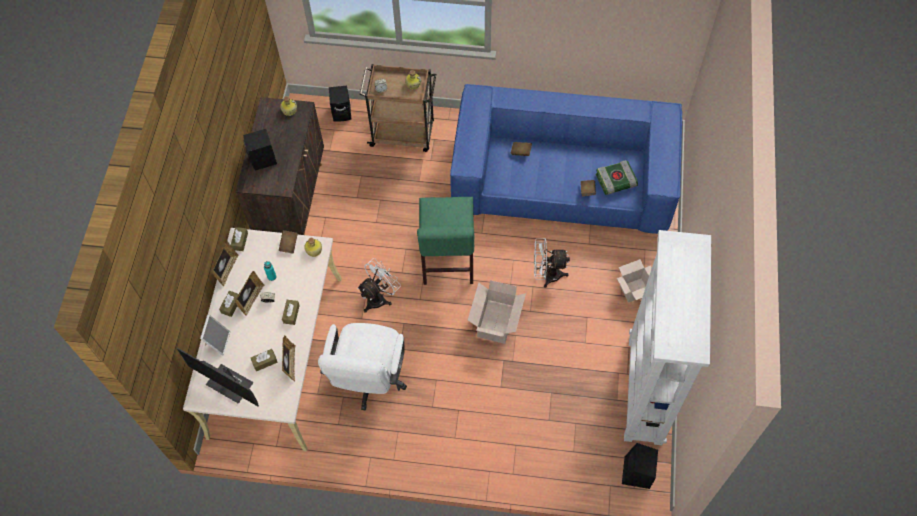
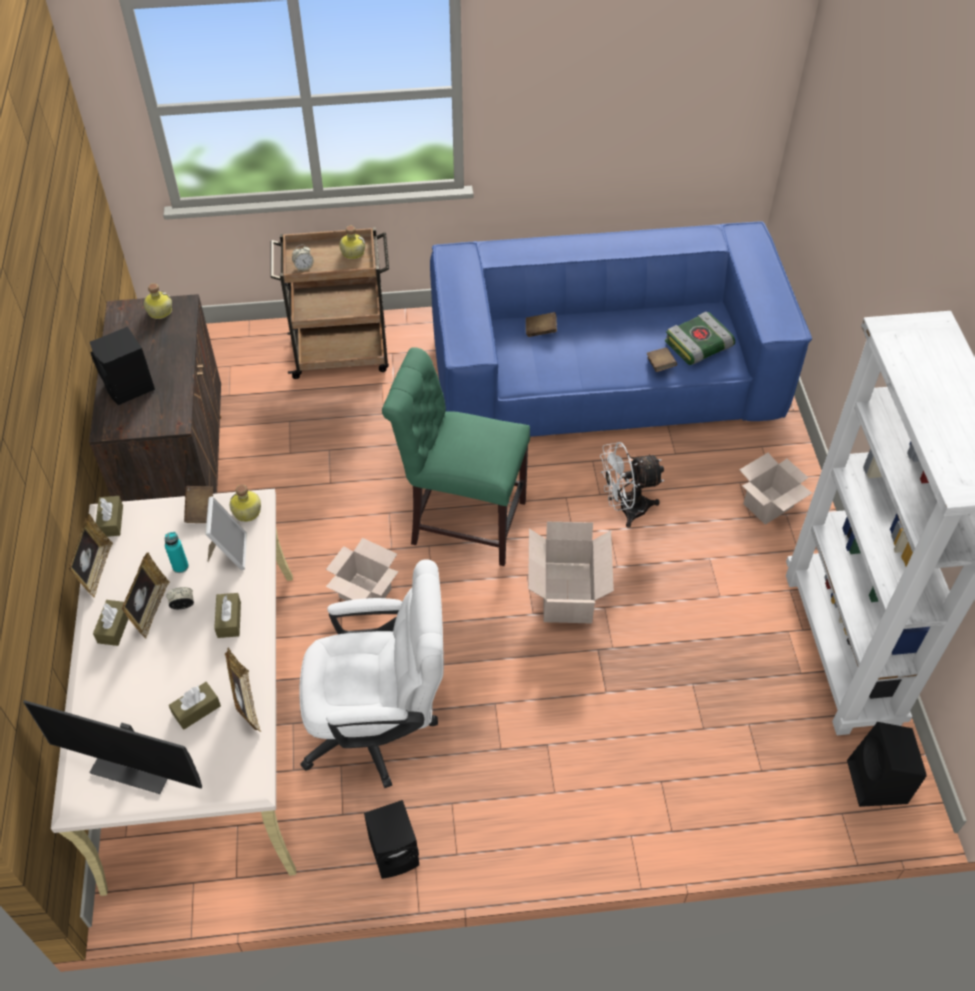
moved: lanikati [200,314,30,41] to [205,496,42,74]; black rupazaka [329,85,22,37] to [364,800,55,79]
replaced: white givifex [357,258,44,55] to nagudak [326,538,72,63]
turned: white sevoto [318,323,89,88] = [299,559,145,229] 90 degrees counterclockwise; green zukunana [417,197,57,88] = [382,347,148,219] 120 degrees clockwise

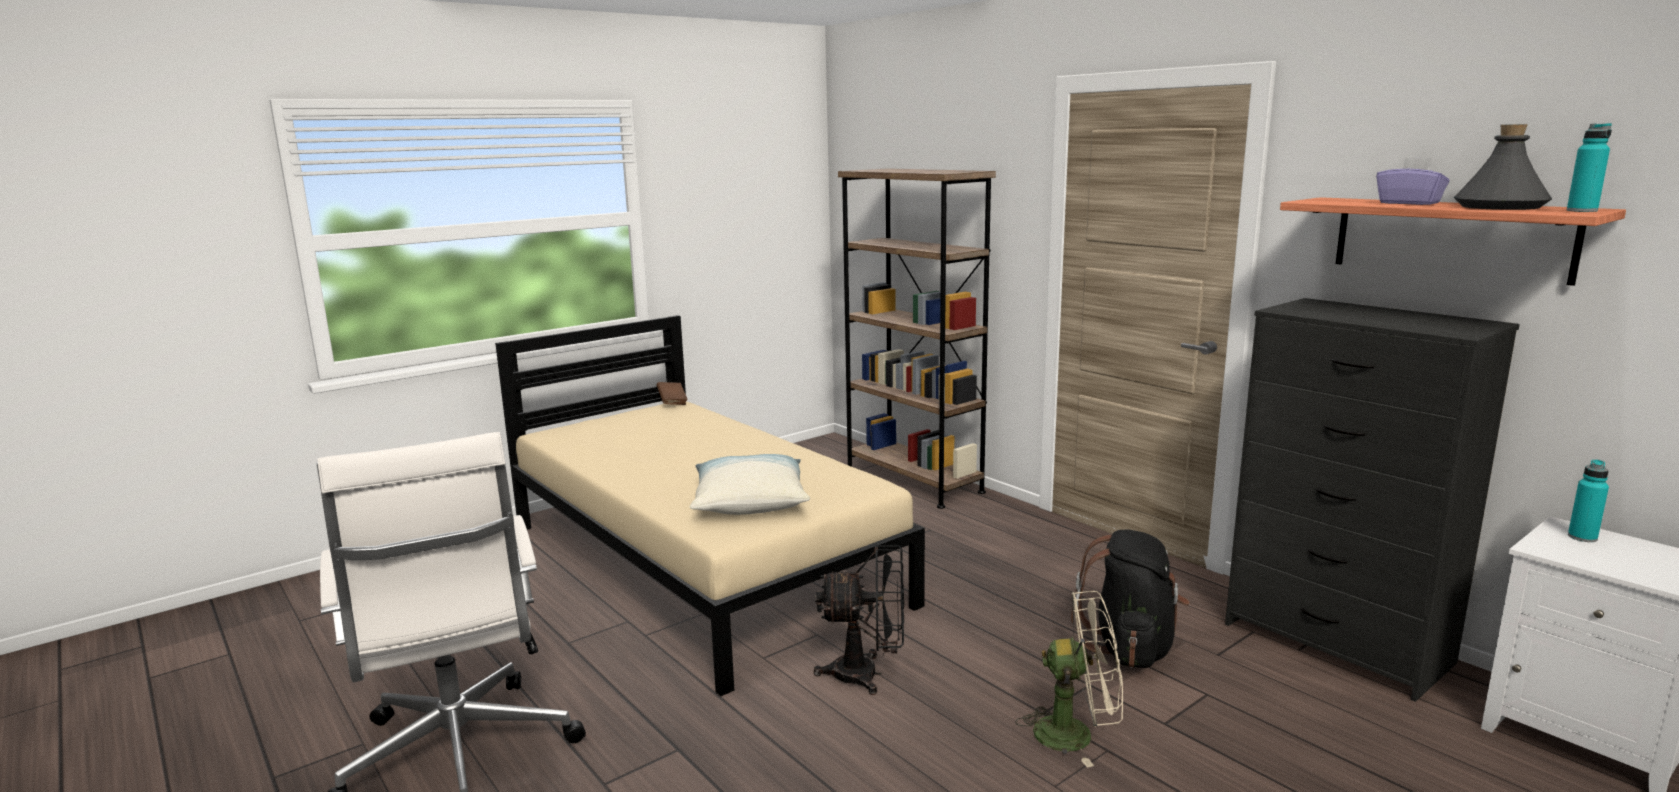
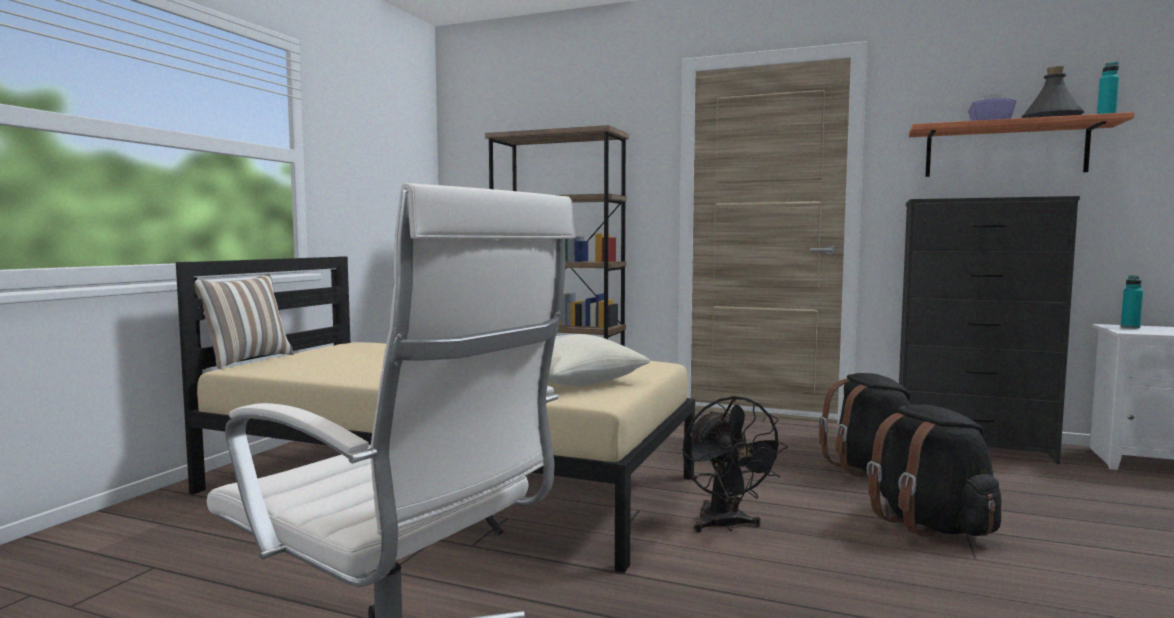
removed: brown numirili [657,382,31,23]
added: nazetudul [194,274,100,95]
replaced: beige givifex [1016,591,107,177] to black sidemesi [867,404,134,133]
turned: black givifex [814,544,90,151] = [683,396,105,137] 105 degrees clockwise

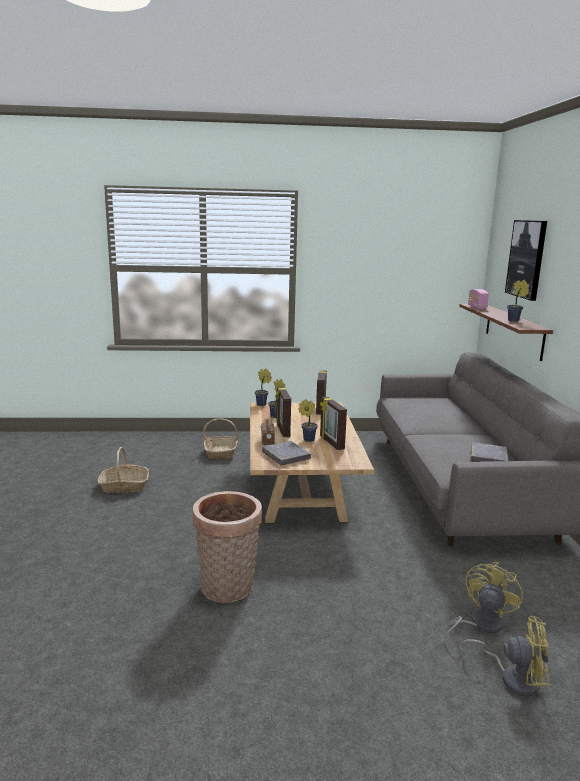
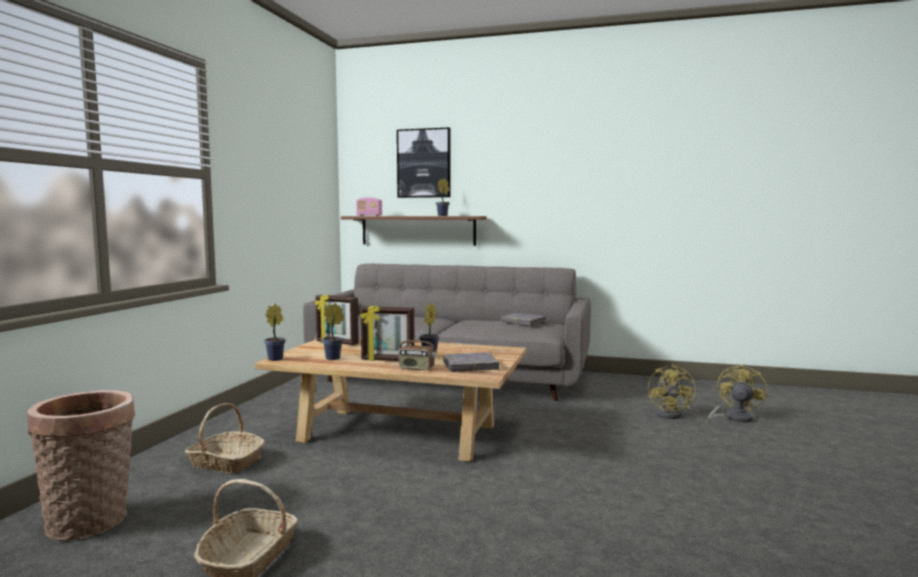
removed: lanikati [320,397,27,53]
moved: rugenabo [193,491,69,112] to [27,390,108,151]
turned: yellow givifex [443,562,80,77] = [648,364,48,55] 135 degrees counterclockwise

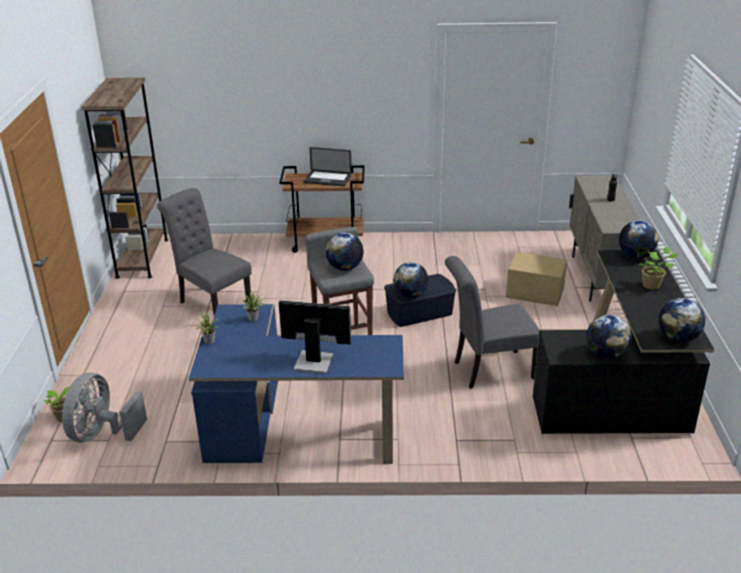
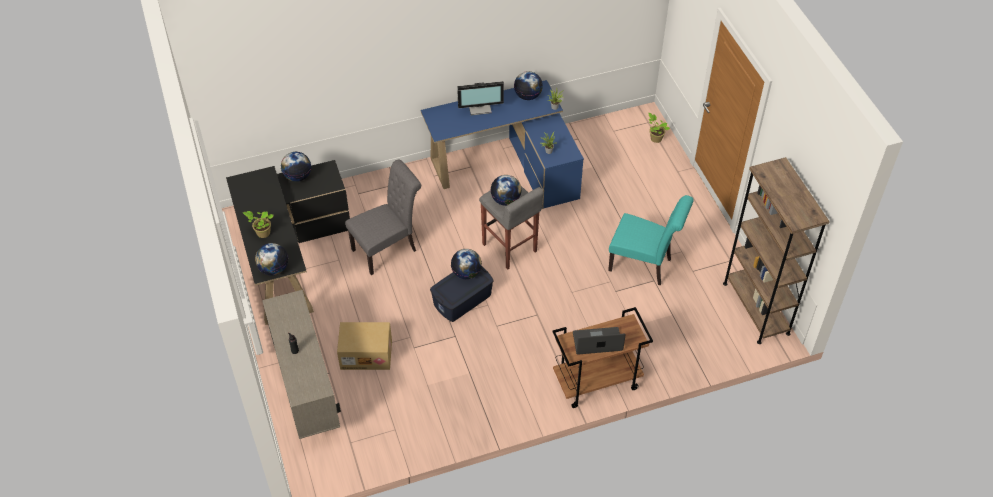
removed: grey givifex [62,373,85,69]
moved: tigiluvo [658,298,47,45] to [514,71,29,29]
recoloured: grey zukunana [157,188,95,127] to turquoise zukunana [608,195,86,91]

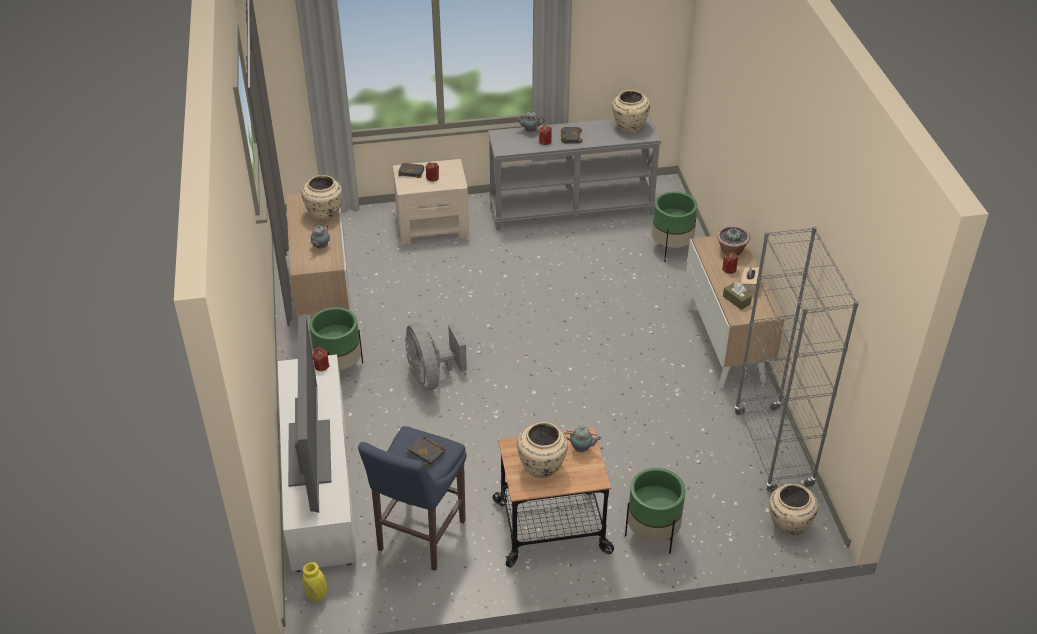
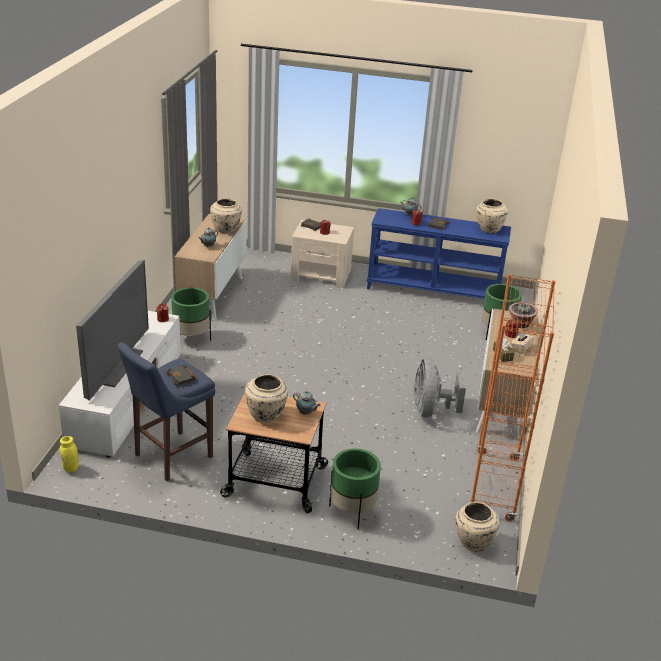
moved: grey givifex [405,323,62,68] to [414,358,52,60]
recoloured: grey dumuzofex [488,115,173,116] to blue dumuzofex [367,208,144,91]; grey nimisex [734,227,125,265] to orange nimisex [471,274,85,247]

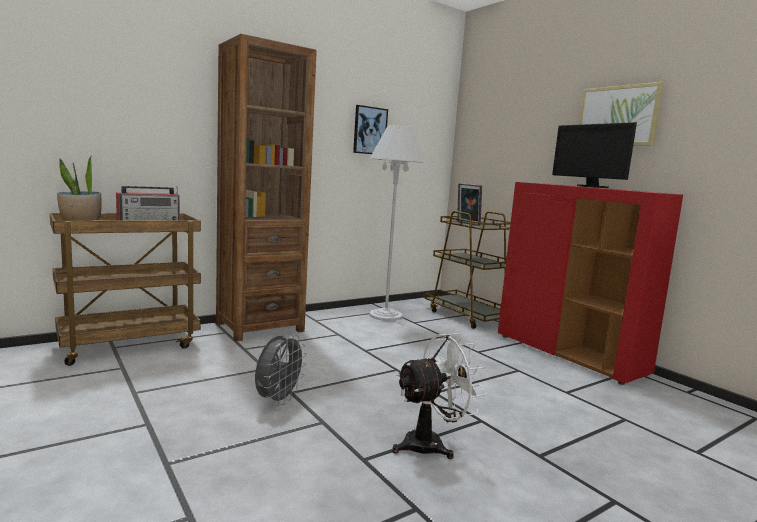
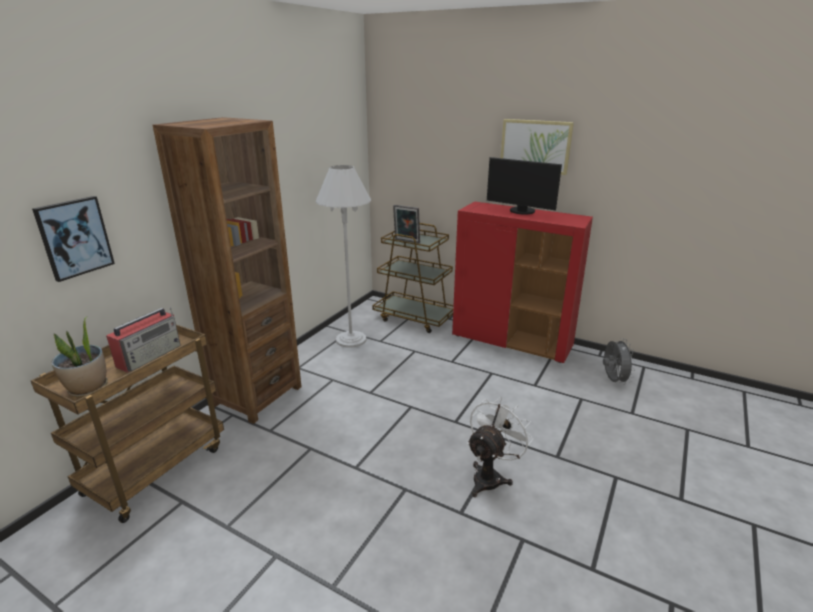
moved: grey givifex [255,334,52,72] to [603,338,33,47]; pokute [353,105,35,49] to [32,196,83,86]

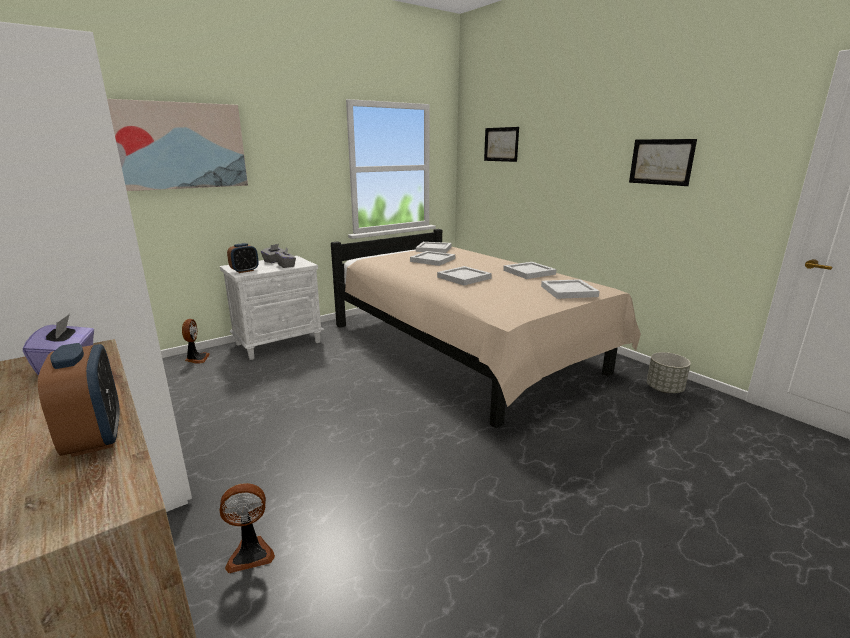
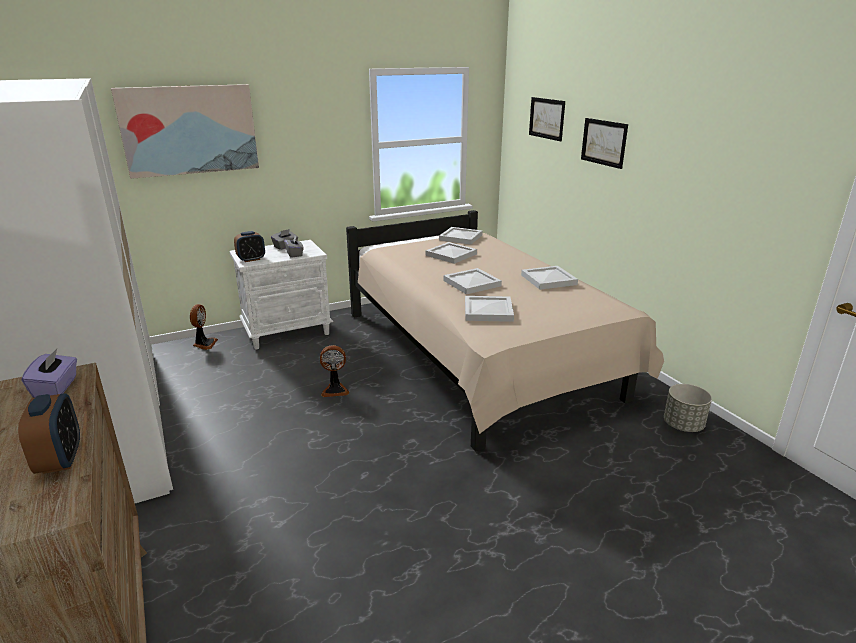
moved: givifex [219,483,56,90] to [320,345,30,52]; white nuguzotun [541,279,58,20] to [465,296,49,26]; pokute [629,139,68,47] to [581,118,47,51]

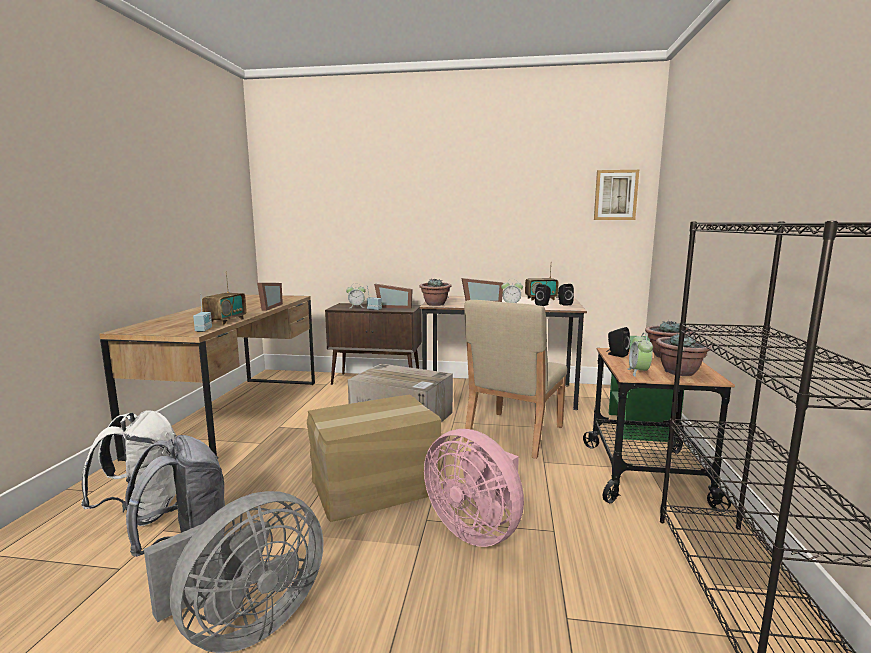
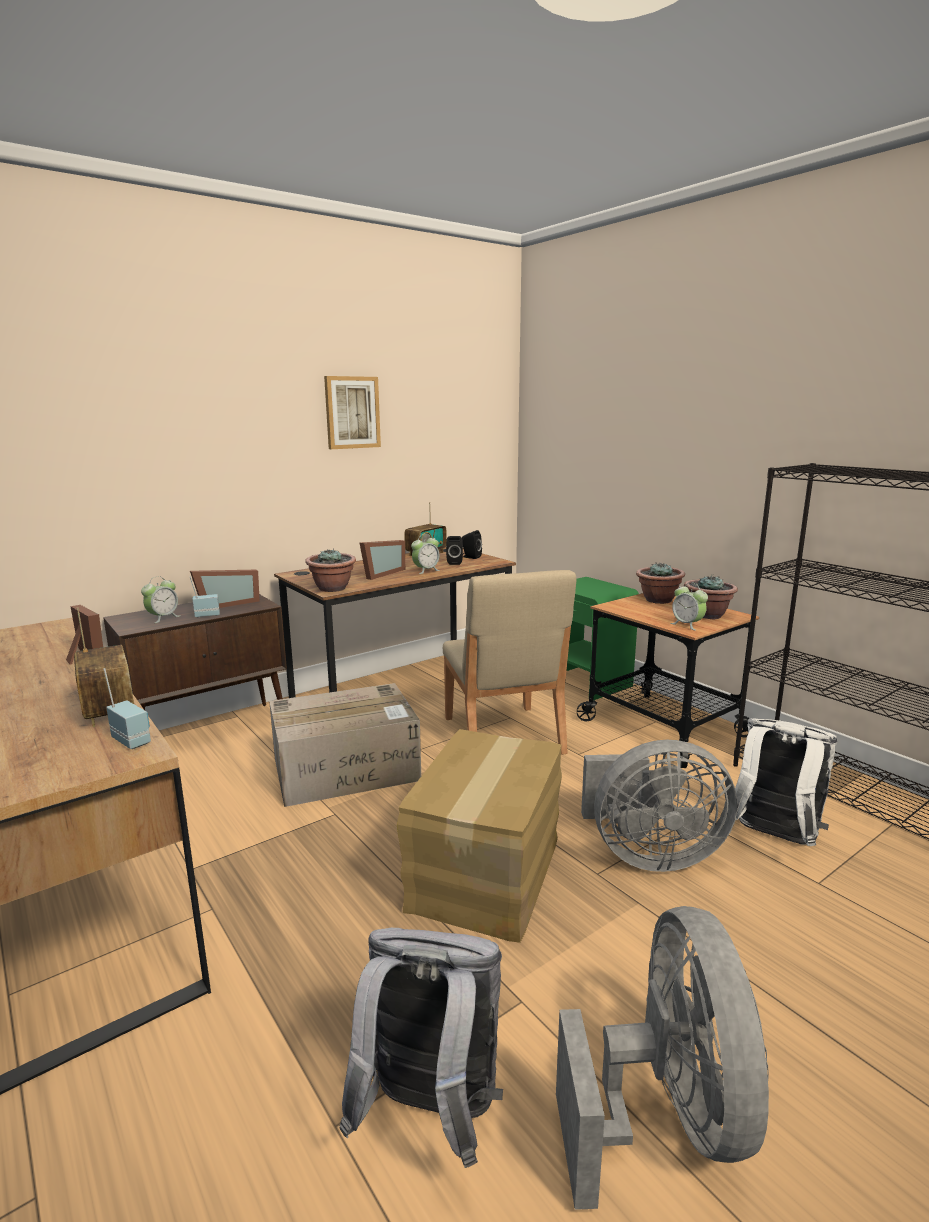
removed: black rupazaka [606,327,24,31]
moved: white sidemesi [81,410,96,116] to [735,718,102,128]; pokute [594,170,45,50] to [324,376,57,73]
recoloured: pink givifex [424,429,100,118] to grey givifex [581,740,156,132]

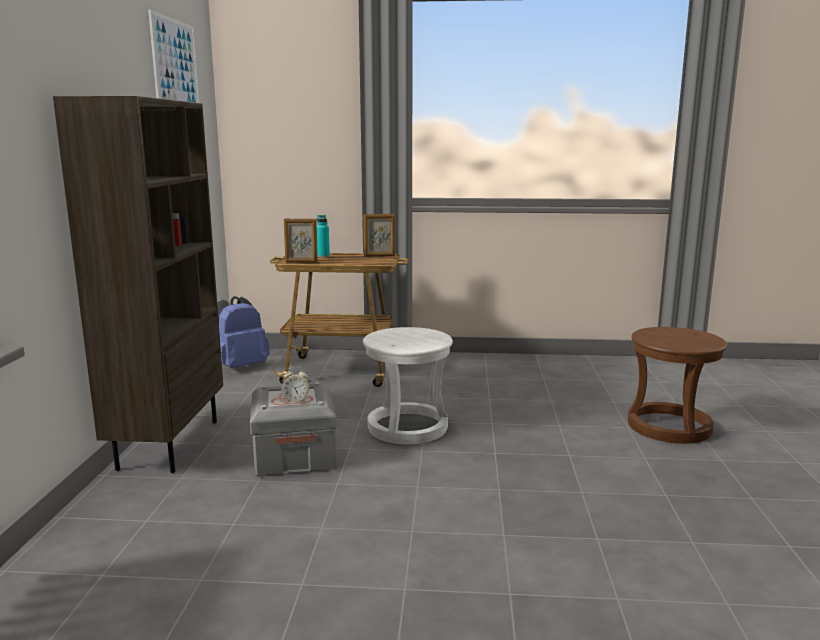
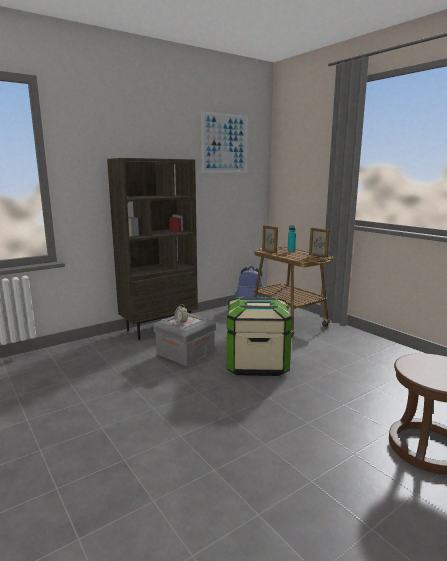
replaced: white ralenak [363,327,90,117] to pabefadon [227,296,65,80]

